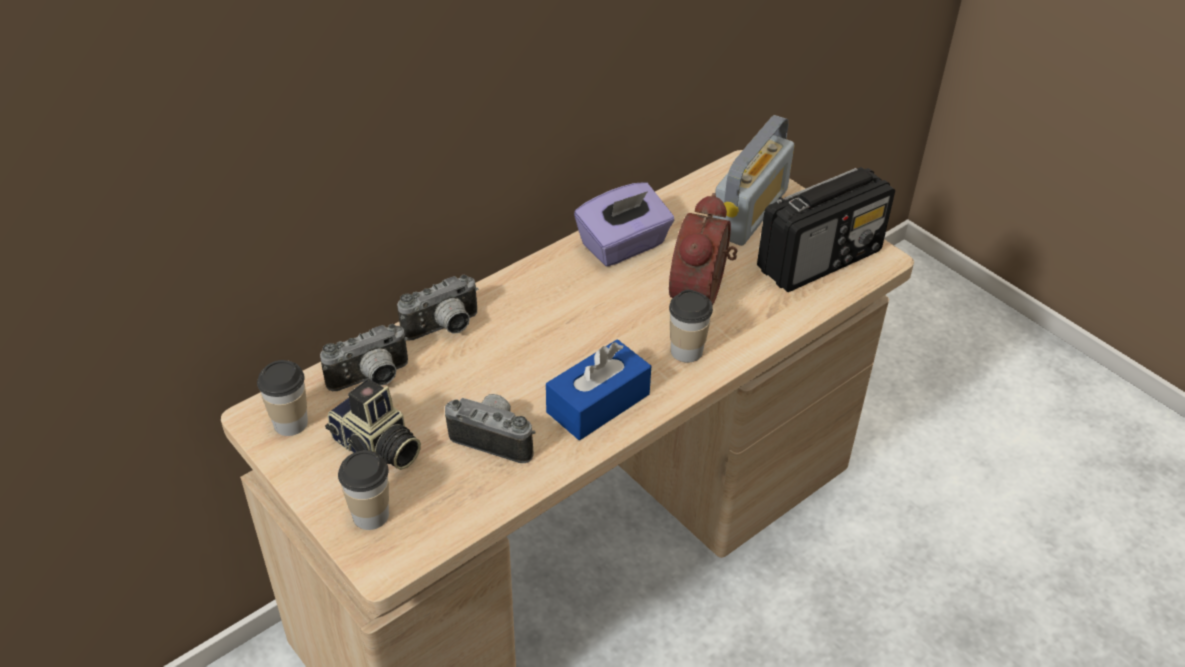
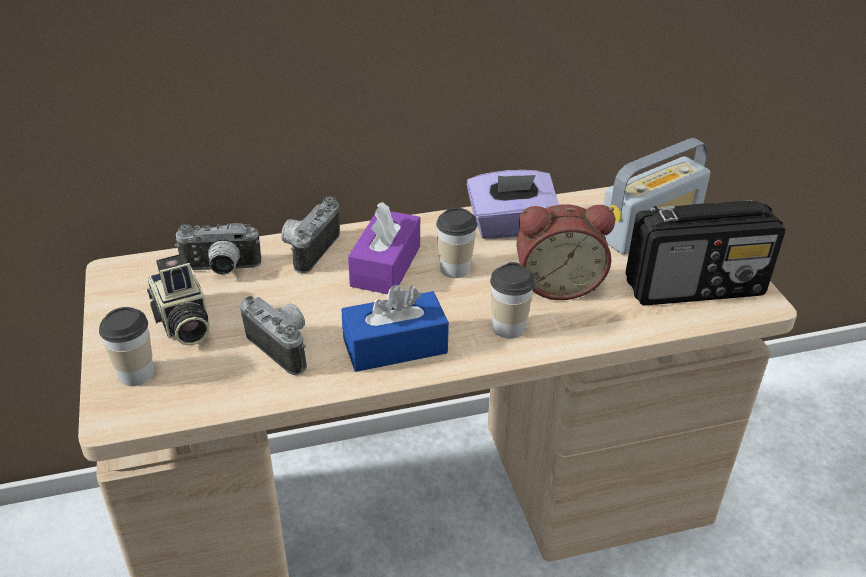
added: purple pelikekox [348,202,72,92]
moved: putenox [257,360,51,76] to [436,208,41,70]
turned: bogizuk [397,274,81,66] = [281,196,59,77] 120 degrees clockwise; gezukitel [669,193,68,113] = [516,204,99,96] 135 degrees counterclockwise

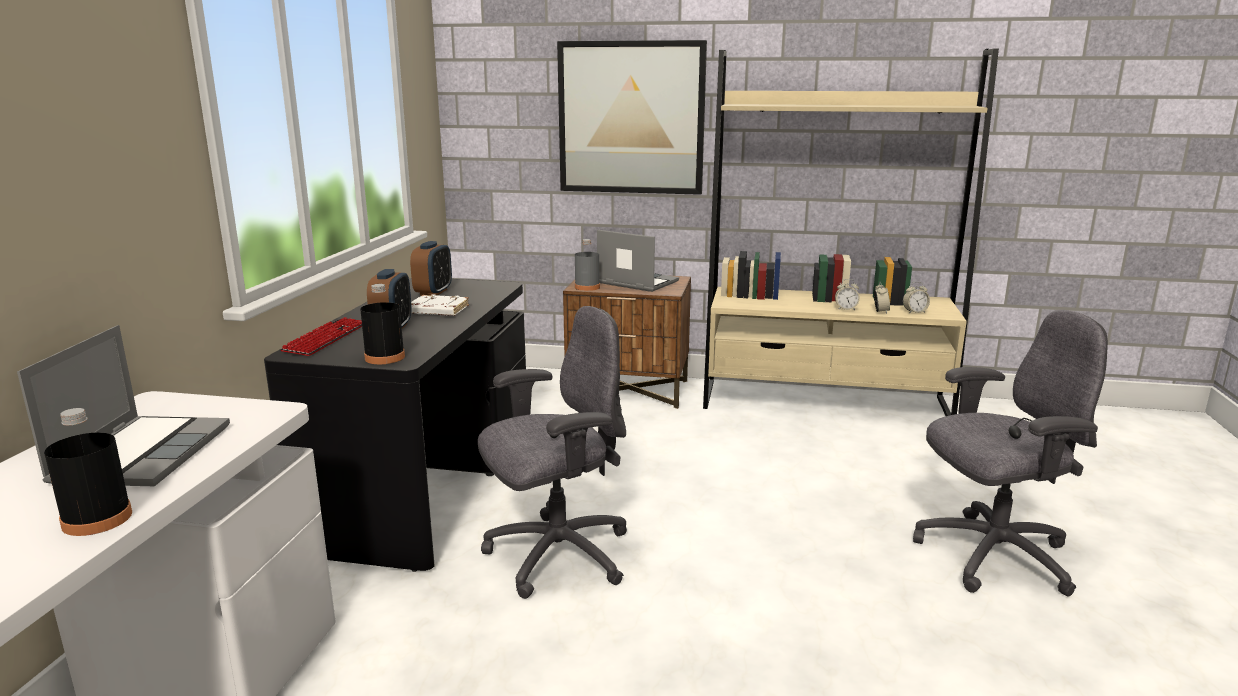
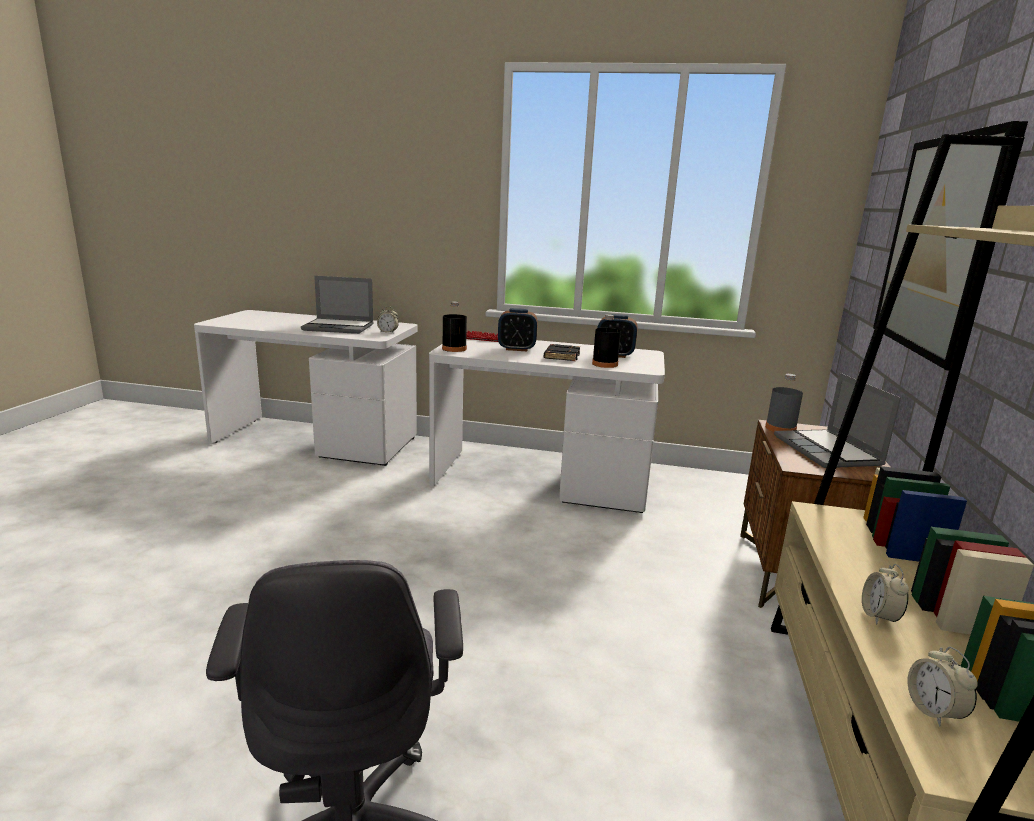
removed: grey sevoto [478,306,149,293]
moved: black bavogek [44,408,88,128] to [592,314,29,54]; gezukitel [874,281,16,33] to [377,306,22,28]
recoloured: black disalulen [264,278,262,294] to white disalulen [429,339,236,174]; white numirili [411,295,58,21] to black numirili [544,344,36,17]
turned: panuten [597,230,82,62] = [774,373,127,95] 135 degrees clockwise

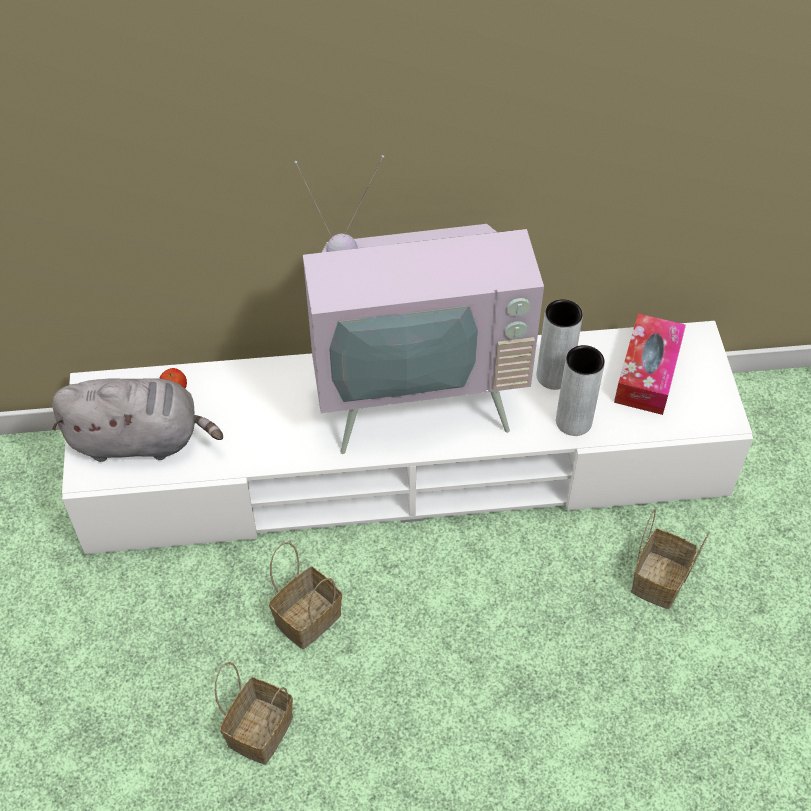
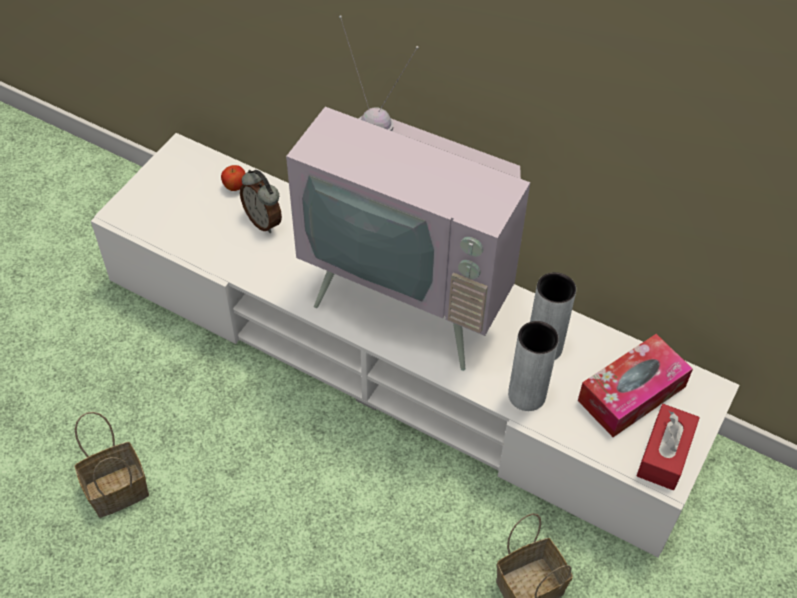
removed: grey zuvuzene [52,378,171,84]; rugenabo [269,542,73,107]
added: gezukitel [240,170,42,63]; red pelikekox [636,404,64,86]

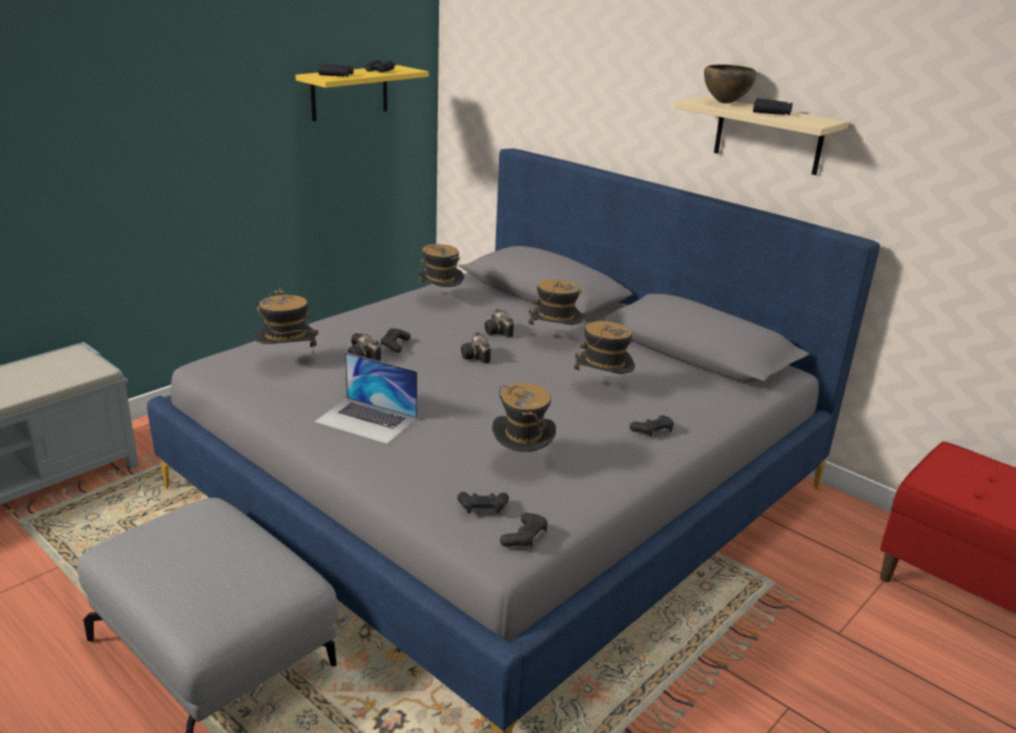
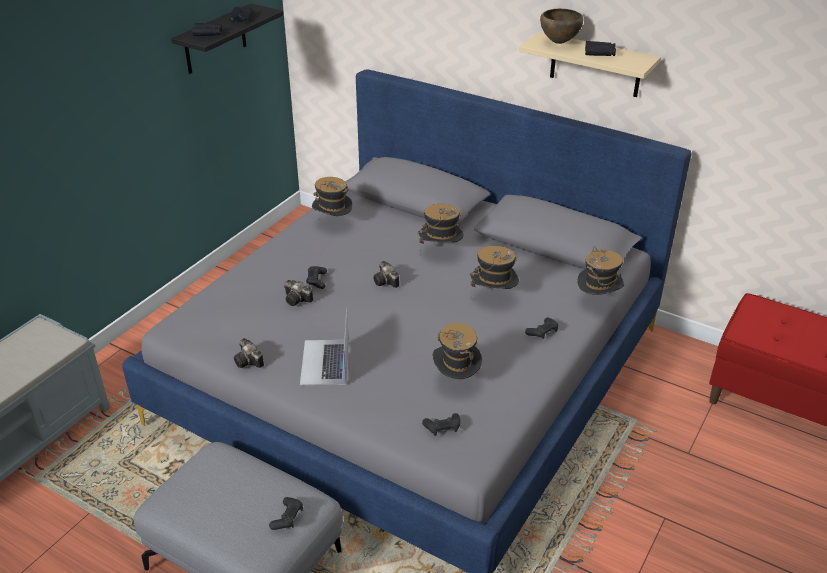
moved: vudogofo [255,288,63,65] to [578,246,46,49]; bogizuk [484,309,30,29] to [234,338,30,30]; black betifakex [500,513,48,35] to [269,497,34,33]
recoloured: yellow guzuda [295,65,134,56] to black guzuda [171,3,112,71]
turned: panuten [315,352,103,92] = [300,308,49,77] 75 degrees clockwise

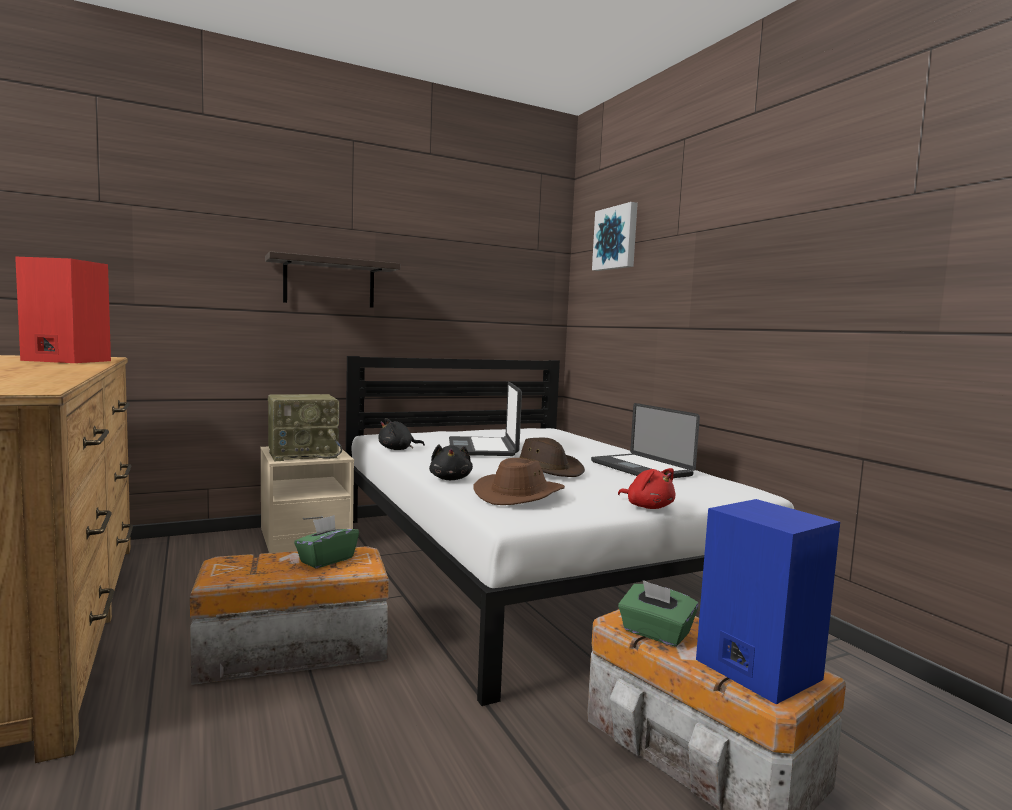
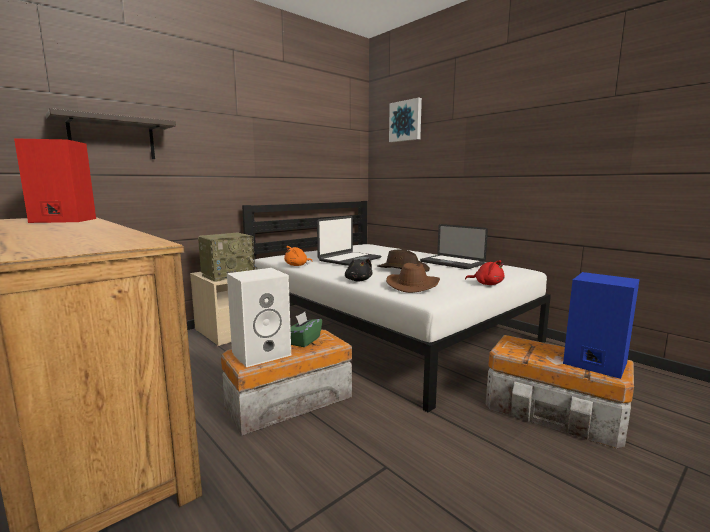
removed: green pelikekox [618,580,81,67]
added: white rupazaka [227,268,64,99]
moved: guzuda [265,252,135,56] to [46,108,130,51]
recoloured: black zuvuzene [378,418,47,32] to orange zuvuzene [284,246,29,20]
turned: panuten [449,382,73,74] = [317,216,64,50] 120 degrees counterclockwise

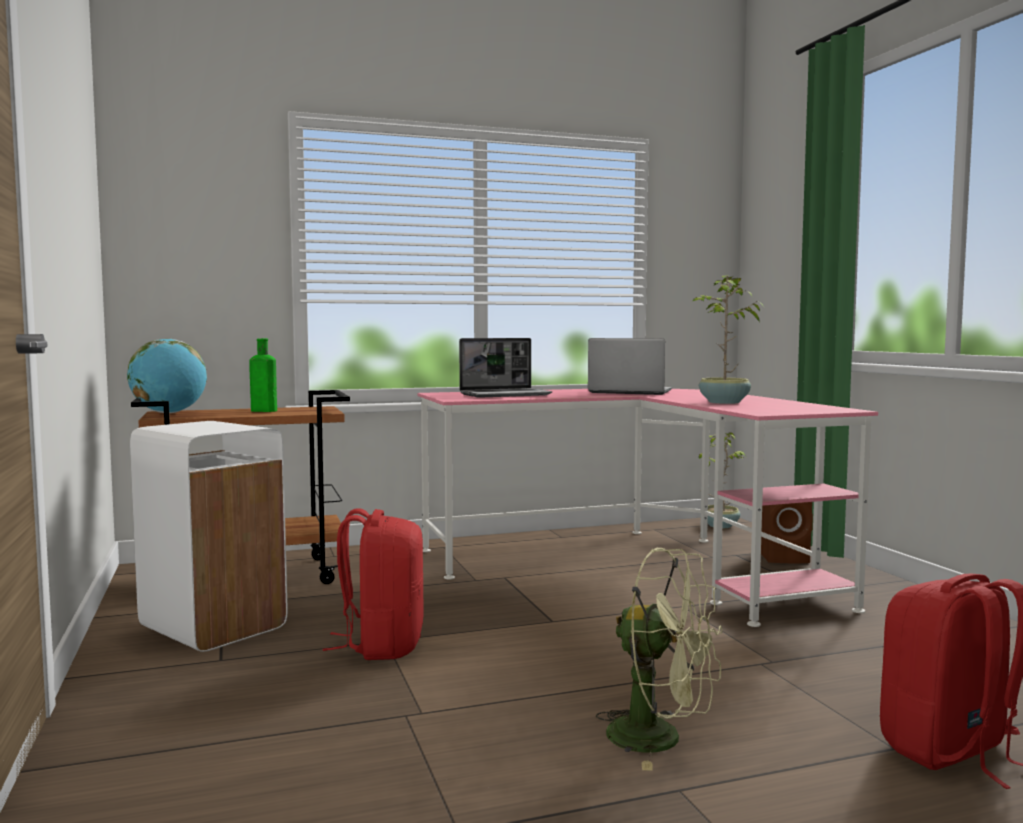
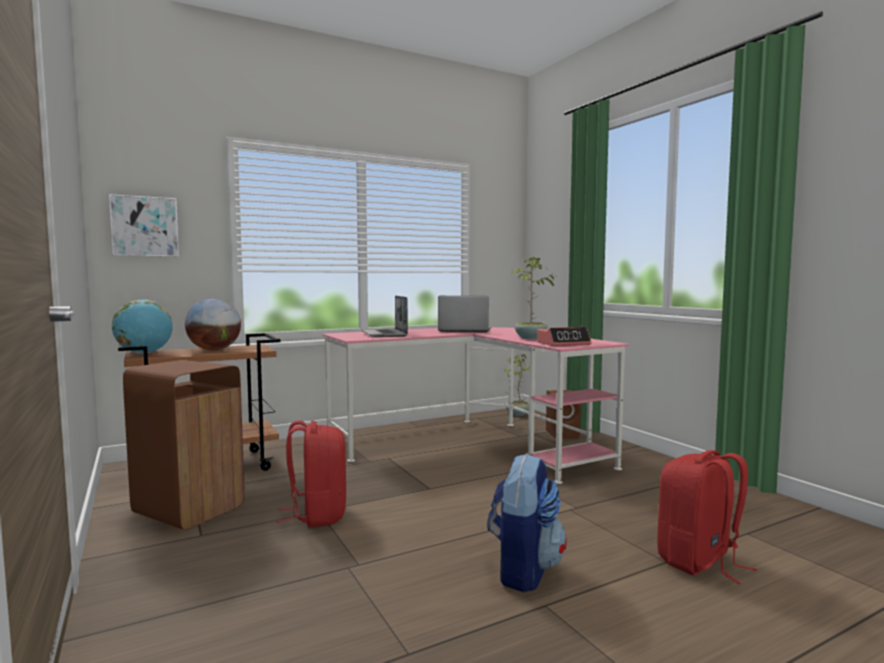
added: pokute [109,194,70,63]; gezukitel [537,327,54,19]
replaced: green bavogek [249,338,28,74] to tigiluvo [185,299,56,51]; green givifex [596,548,126,222] to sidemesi [487,453,80,139]
recoloured: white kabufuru [130,421,157,231] to brown kabufuru [123,360,122,170]
turned: panuten [459,338,93,60] = [361,296,47,41] 105 degrees clockwise

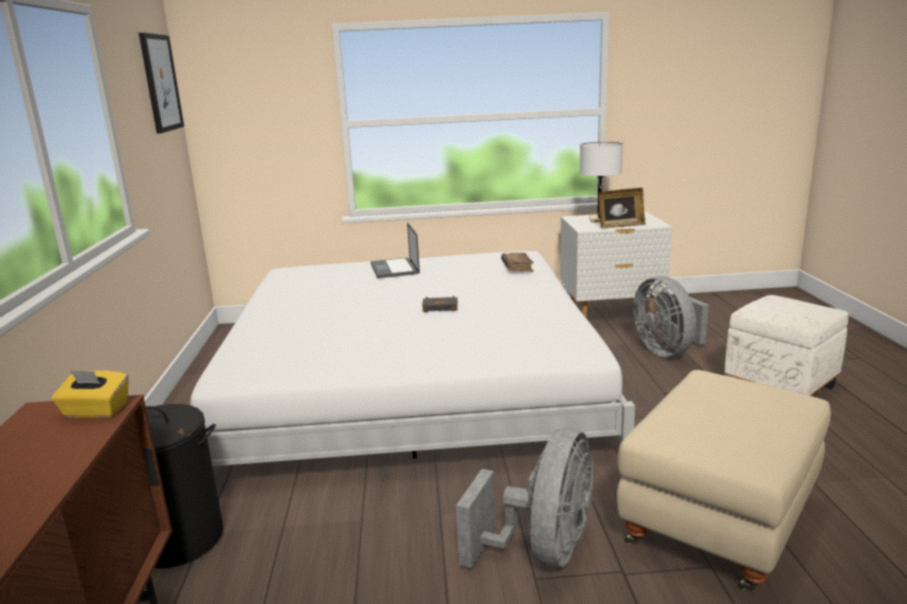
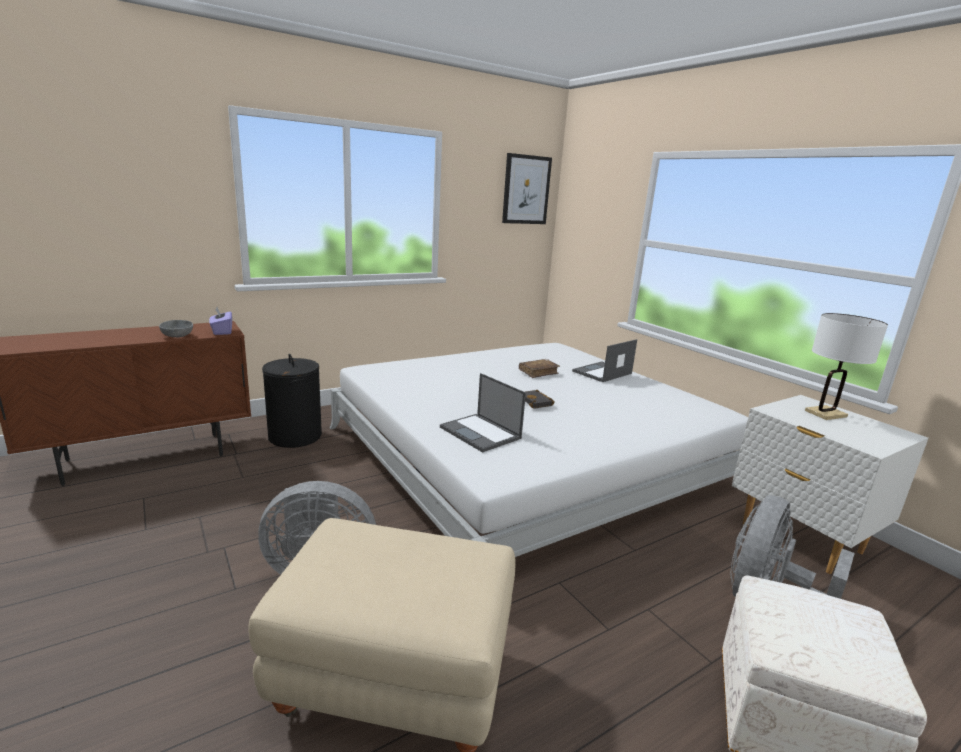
removed: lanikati [599,188,47,41]
added: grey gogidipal [159,320,34,17]; panuten [440,373,86,80]
moved: brown numirili [501,253,33,19] to [519,359,41,19]
recoloured: yellow pelikekox [52,370,77,48] to purple pelikekox [209,307,23,28]

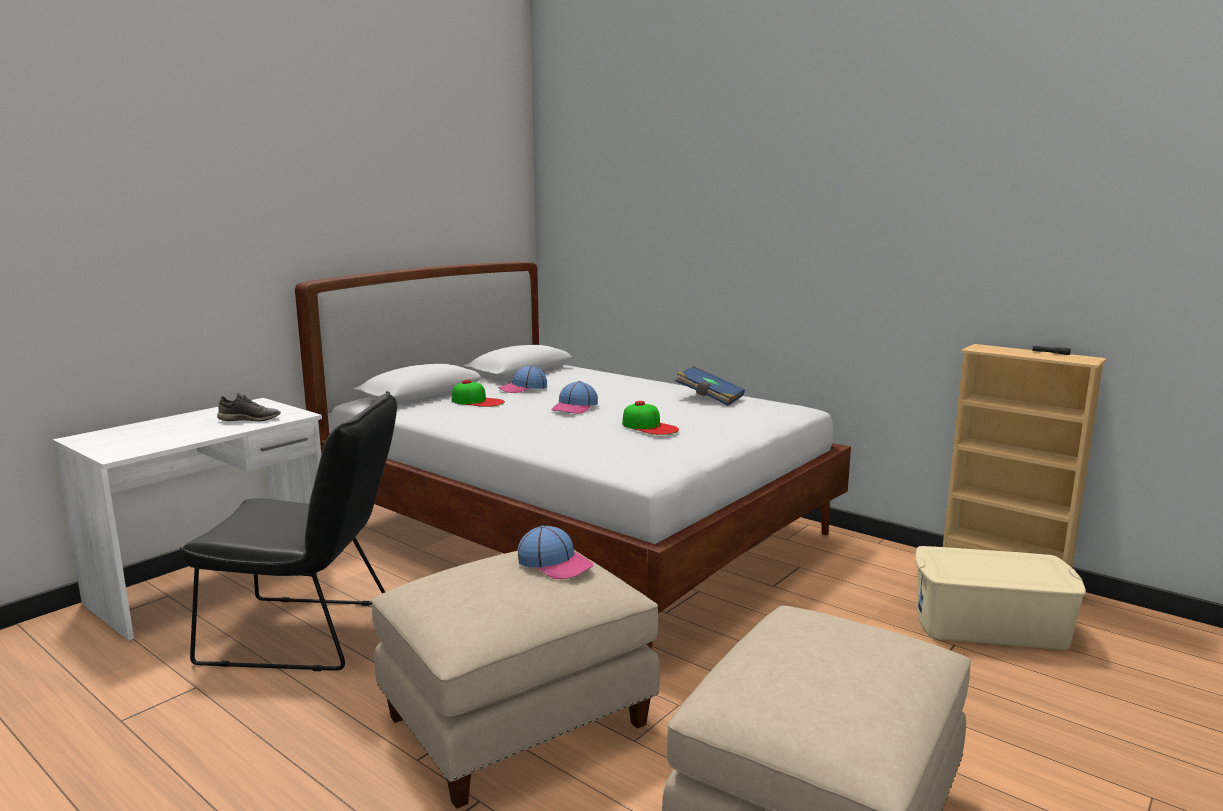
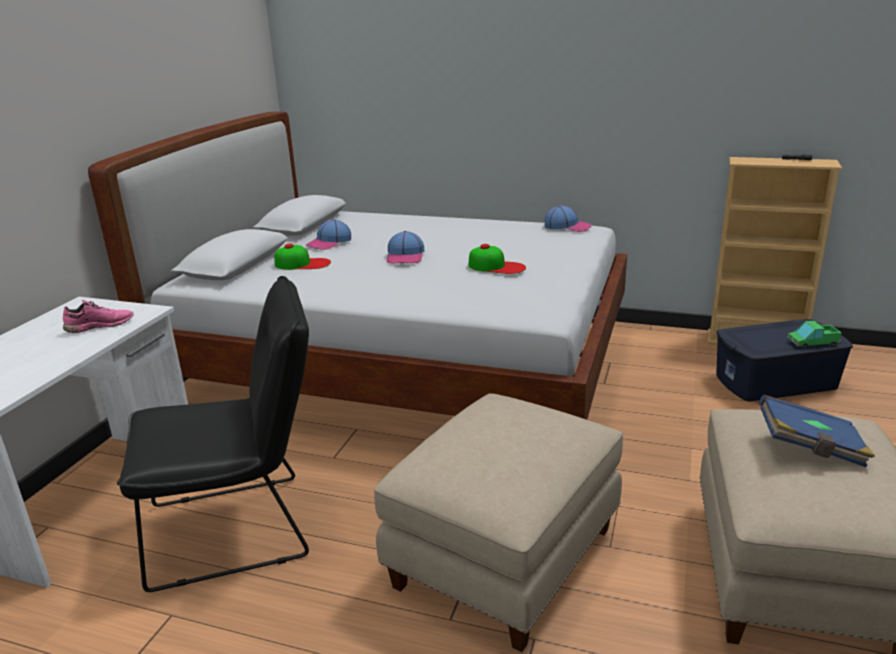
added: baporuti [787,321,54,28]
moved: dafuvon [518,526,75,53] to [545,205,46,27]; blue numirili [675,366,70,40] to [758,395,117,72]
recoloured: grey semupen [217,393,64,29] to pink semupen [63,300,71,33]; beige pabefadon [915,546,171,104] to blue pabefadon [716,319,137,82]

